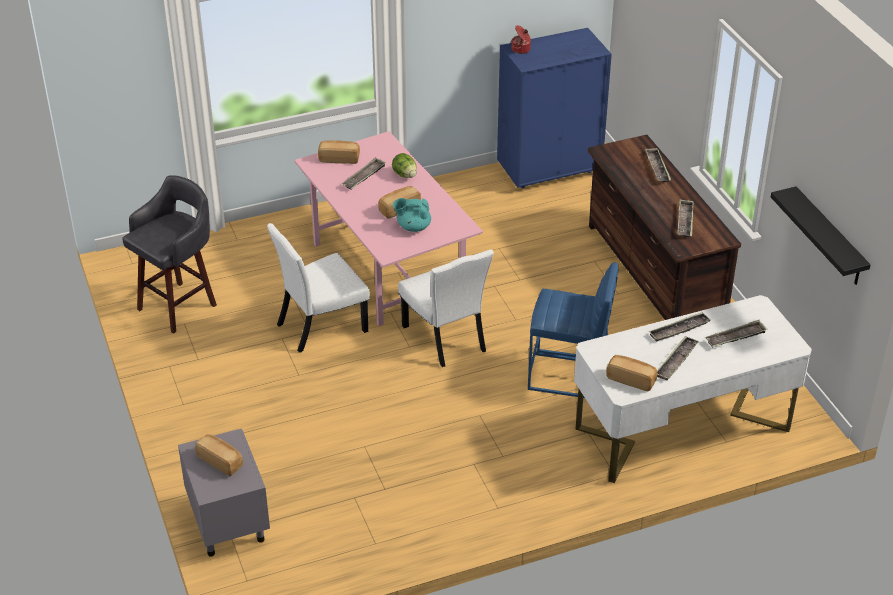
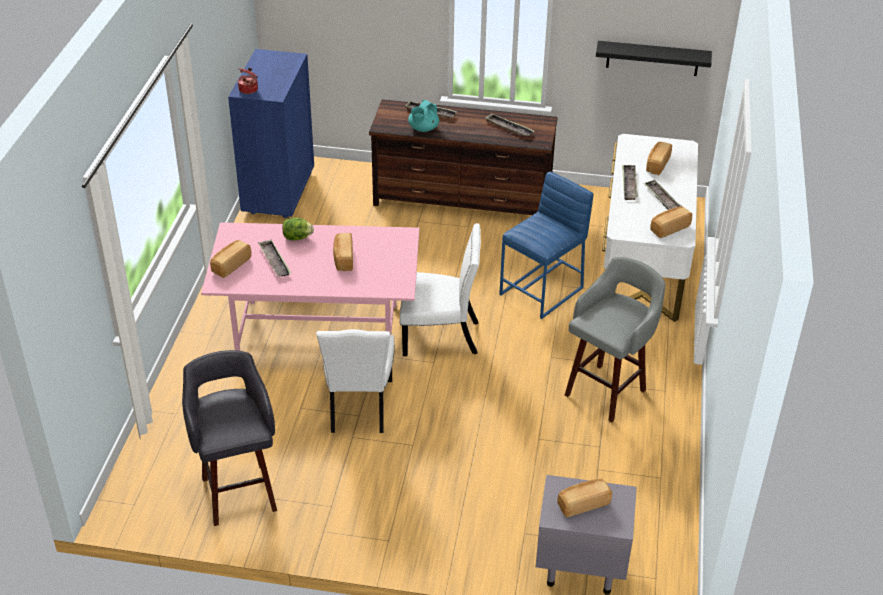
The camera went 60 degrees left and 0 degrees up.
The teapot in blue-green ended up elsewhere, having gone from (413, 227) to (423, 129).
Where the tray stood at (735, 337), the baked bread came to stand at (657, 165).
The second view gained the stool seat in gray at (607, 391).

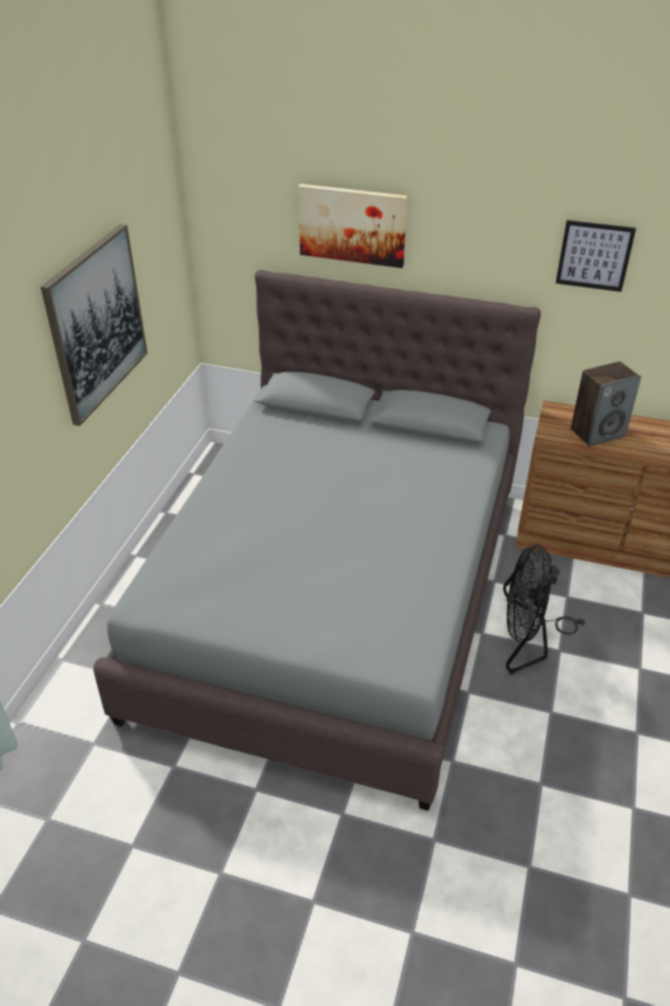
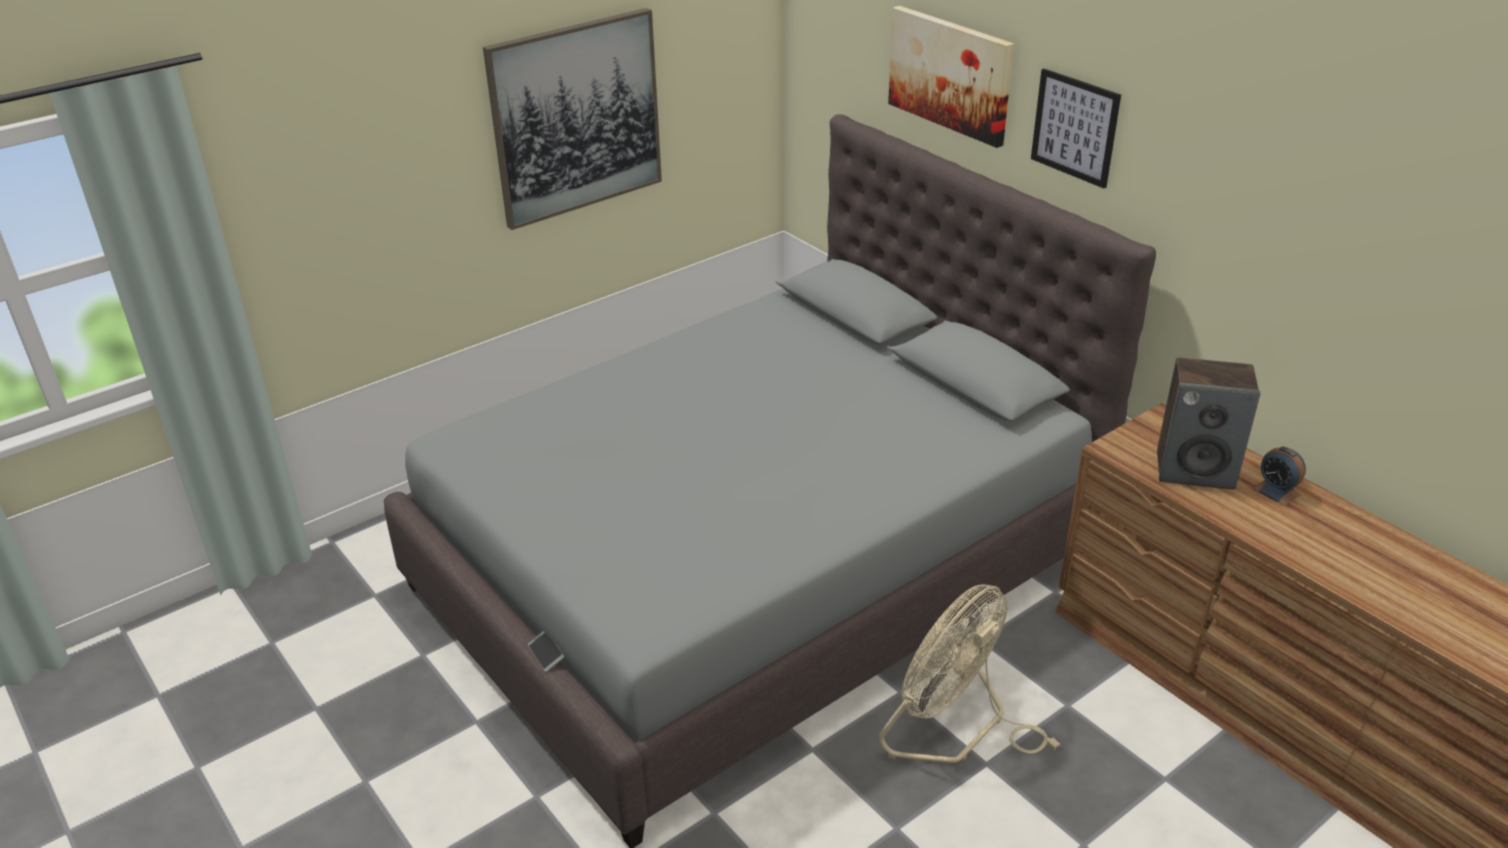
The camera went 35 degrees right and 5 degrees down.
The wall picture ended up elsewhere, having gone from (594, 256) to (1075, 127).
What was the cooling fan in blackish at (529, 634) turned into the cooling fan in beige at (964, 724).
The second view gained the table clock at (1276, 491).
The second view gained the phone at (546, 654).

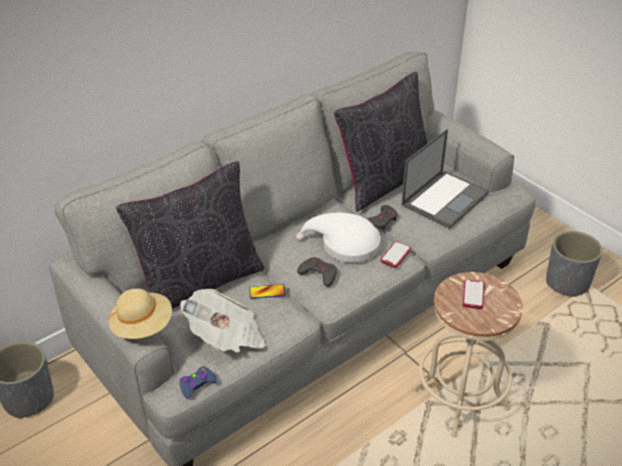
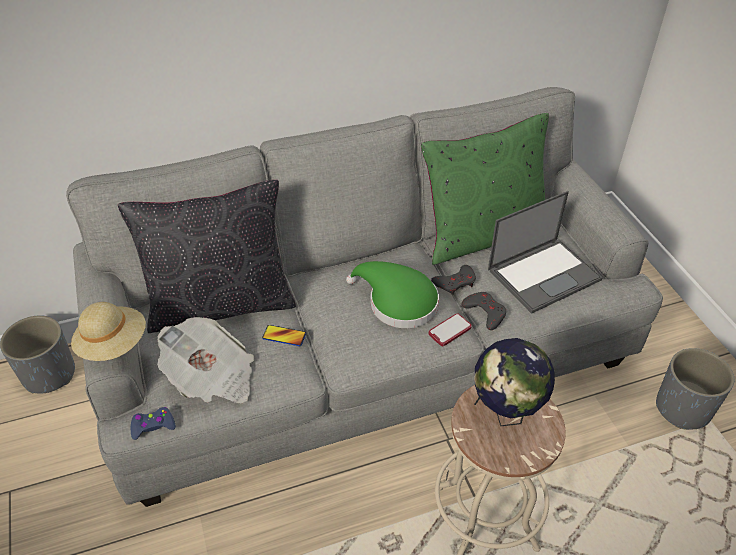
The camera went 20 degrees right and 5 degrees up.
What was the cushion in blackish at (384, 181) turned into the cushion in green at (483, 235).
What was the clothing hat in white-coloured at (345, 245) turned into the clothing hat in green at (397, 302).
The gamepad in gray ended up elsewhere, having gone from (318, 274) to (485, 312).
Where the phone stood at (473, 295), the globe came to stand at (506, 413).

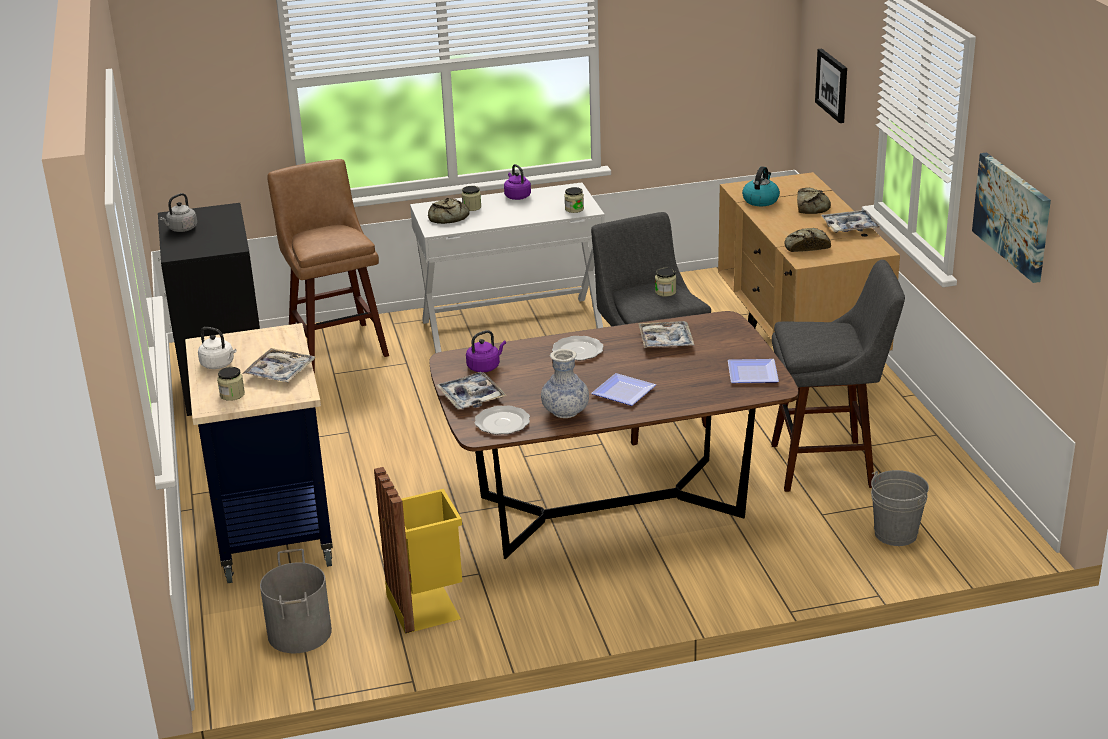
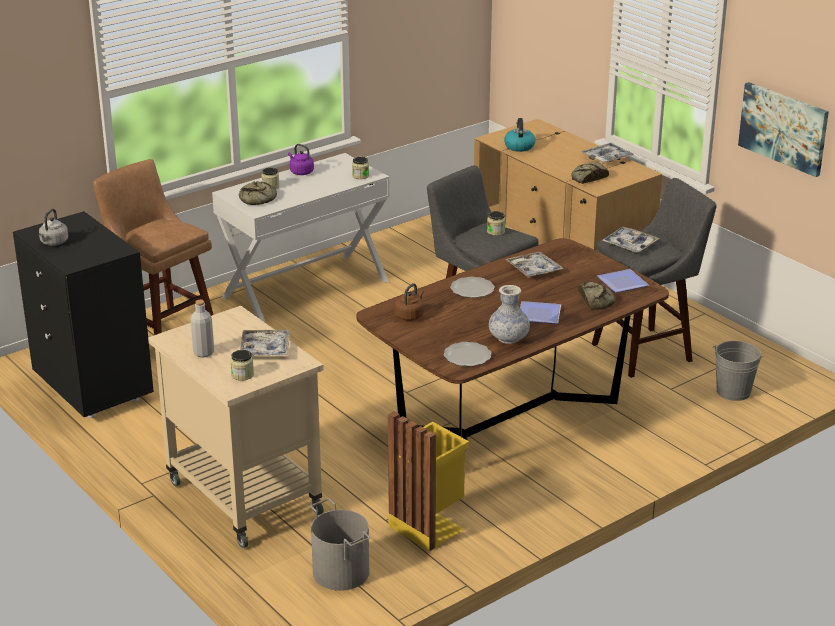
The camera went 25 degrees left and 0 degrees up.
The second view lost the wall picture at (833, 85).
The baked bread ended up elsewhere, having gone from (811, 206) to (595, 300).
What was the wheeled cart in bluish at (272, 531) turned into the wheeled cart in beige at (243, 497).
Where the tea kettle in white-coloured stood at (219, 364), the beverage bottle in gray came to stand at (203, 353).
What was the tea kettle in purplish at (485, 367) turned into the tea kettle in brownish at (410, 315).
The tray ended up elsewhere, having gone from (471, 397) to (630, 245).

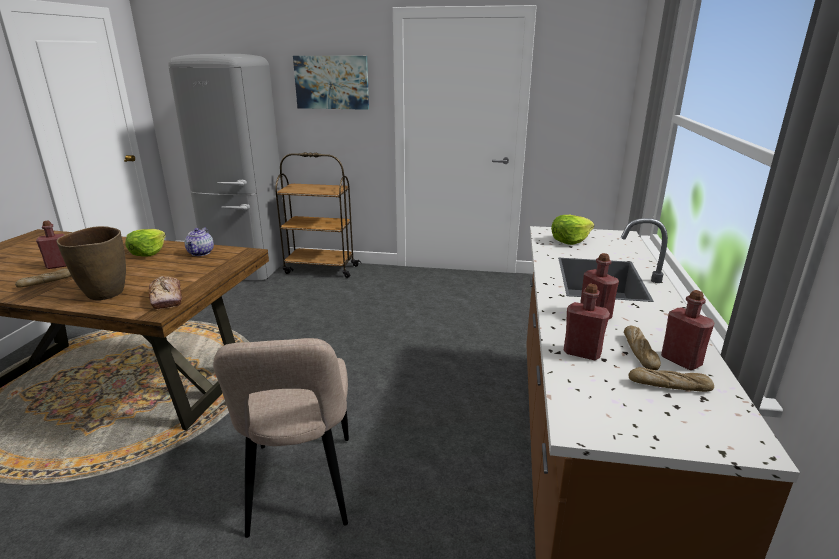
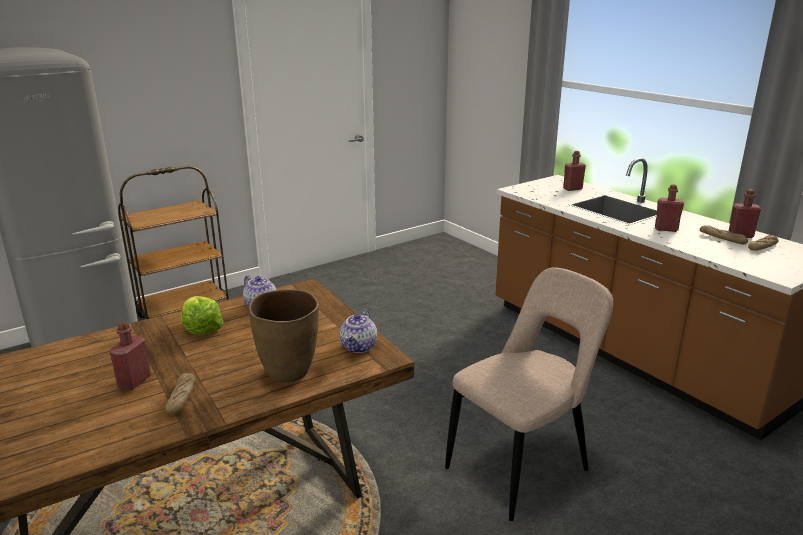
The camera went 45 degrees left and 0 degrees up.
The second view lost the wall picture at (332, 82).
The second view lost the lettuce head at (570, 241).
Where the baked bread stood at (167, 298), the teapot came to stand at (359, 347).
The beverage bottle in red-coloured ended up elsewhere, having gone from (582, 353) to (572, 189).
The plain chair in beige at (300, 489) ended up facing another way, 75 degrees counterclockwise from before.

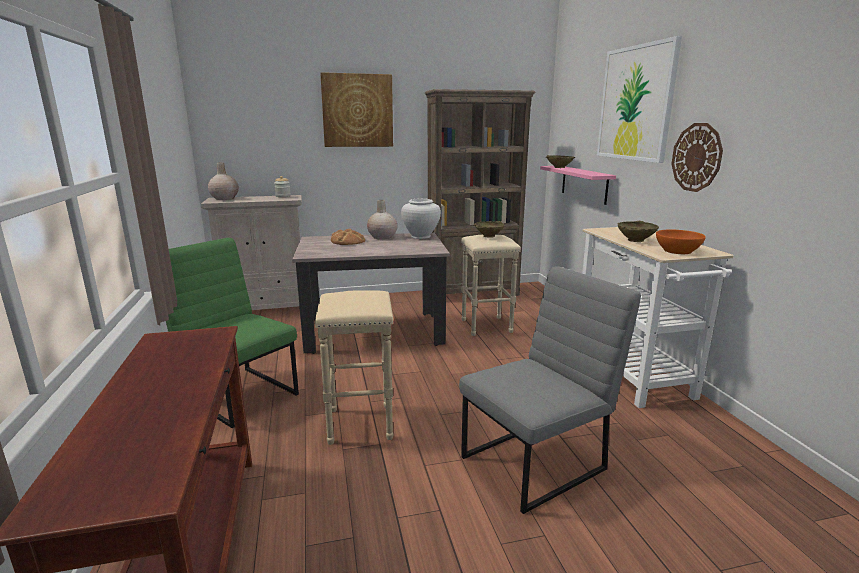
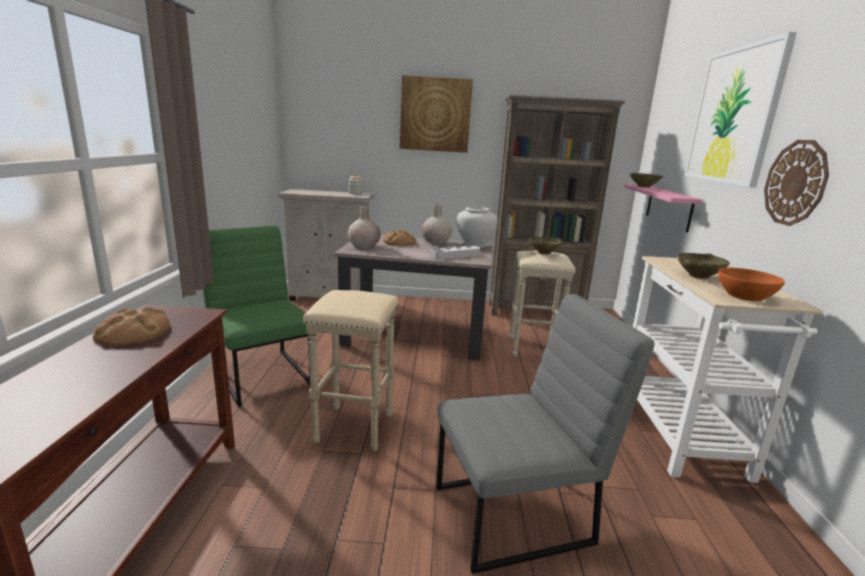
The camera went 15 degrees right and 0 degrees up.
The flower vase in beige ended up elsewhere, having gone from (224, 198) to (364, 246).
The second view gained the tray in gray at (456, 255).
The second view gained the baked bread at (133, 332).

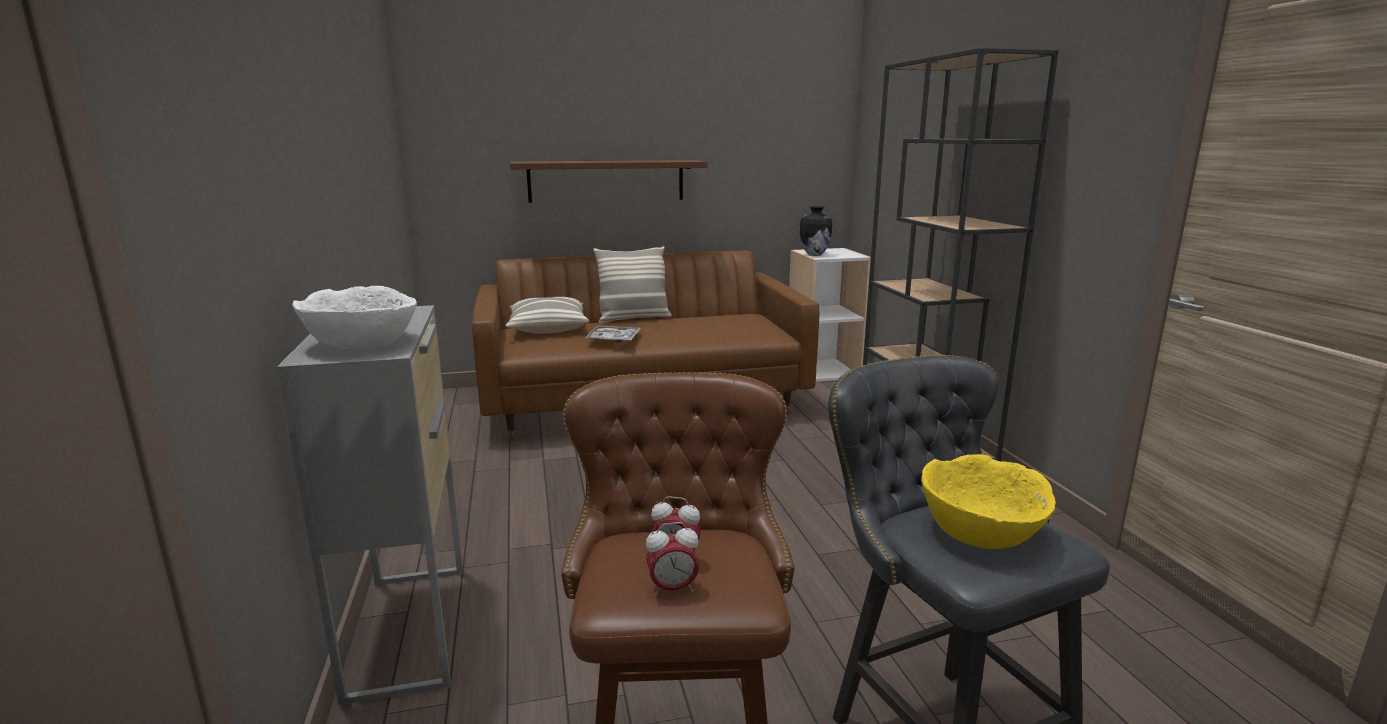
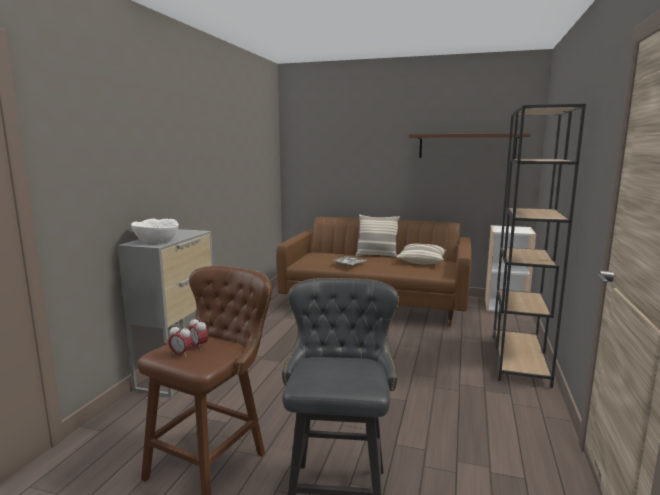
The camera went 30 degrees right and 5 degrees down.
The bracket shelf in brownish ended up elsewhere, having gone from (606, 181) to (466, 146).
The second view lost the flower vase at (814, 254).
The cushion ended up elsewhere, having gone from (547, 328) to (421, 261).
The second view lost the deep dish in yellow-coloured at (982, 531).

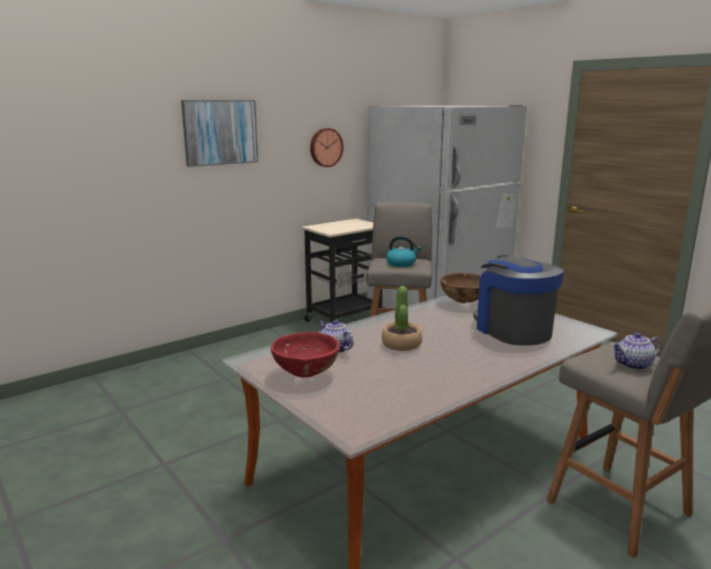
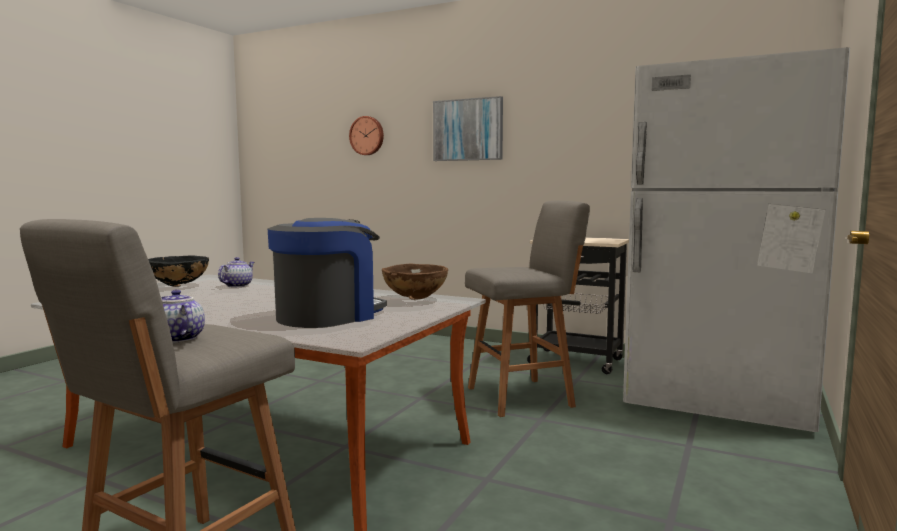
The camera went 65 degrees right and 10 degrees down.
The clock on the wall ended up elsewhere, having gone from (325, 147) to (367, 136).
The second view lost the tea kettle at (401, 264).
The second view lost the houseplant at (401, 344).
What was the deep dish in red-coloured at (306, 374) turned into the deep dish in blackish at (179, 286).

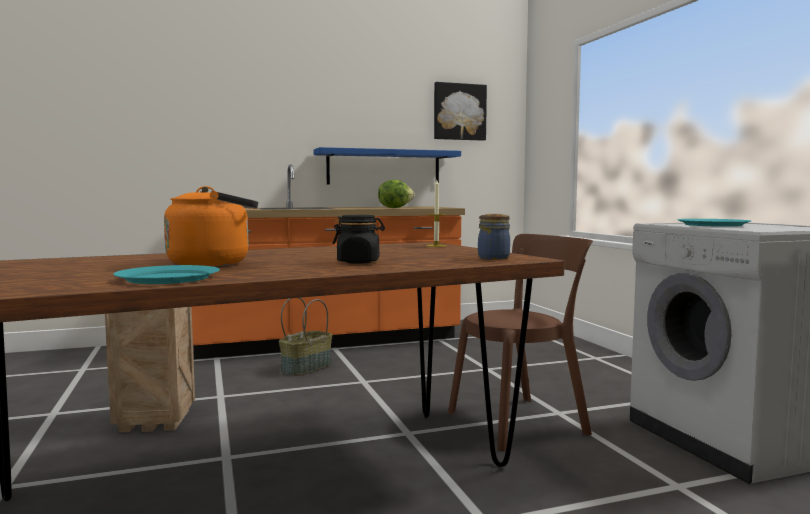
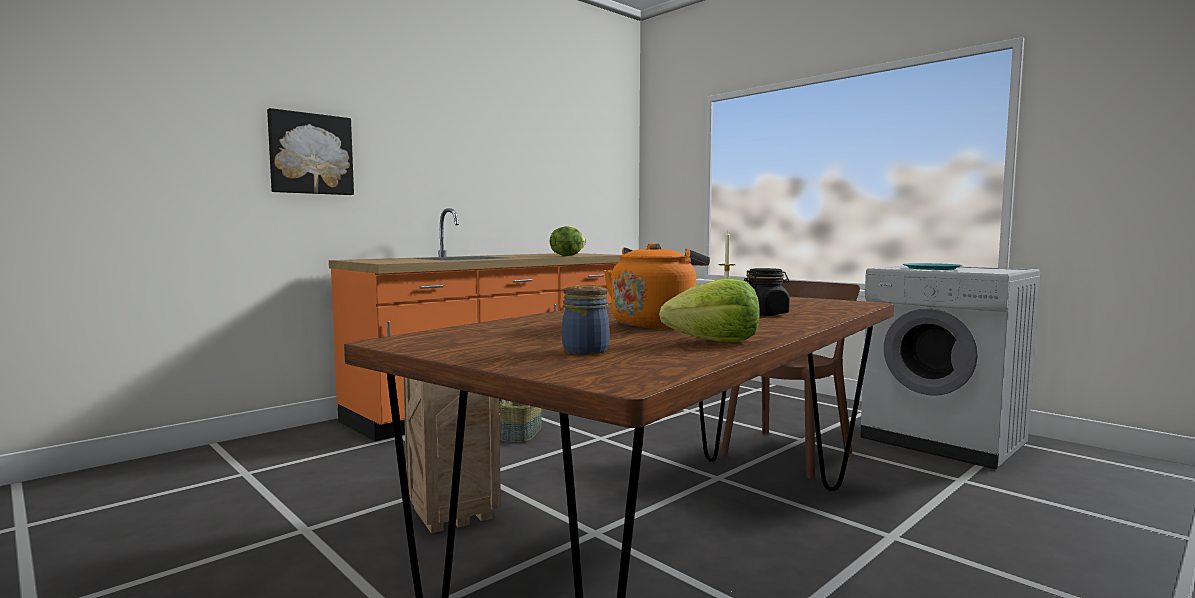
The camera went 25 degrees left and 0 degrees up.
The wall picture ended up elsewhere, having gone from (459, 112) to (310, 154).
The second view lost the bracket shelf in bluish at (384, 167).
The storage jar ended up elsewhere, having gone from (495, 258) to (587, 350).
Where the flat dish in blue-green stood at (168, 278), the lettuce head came to stand at (715, 342).

